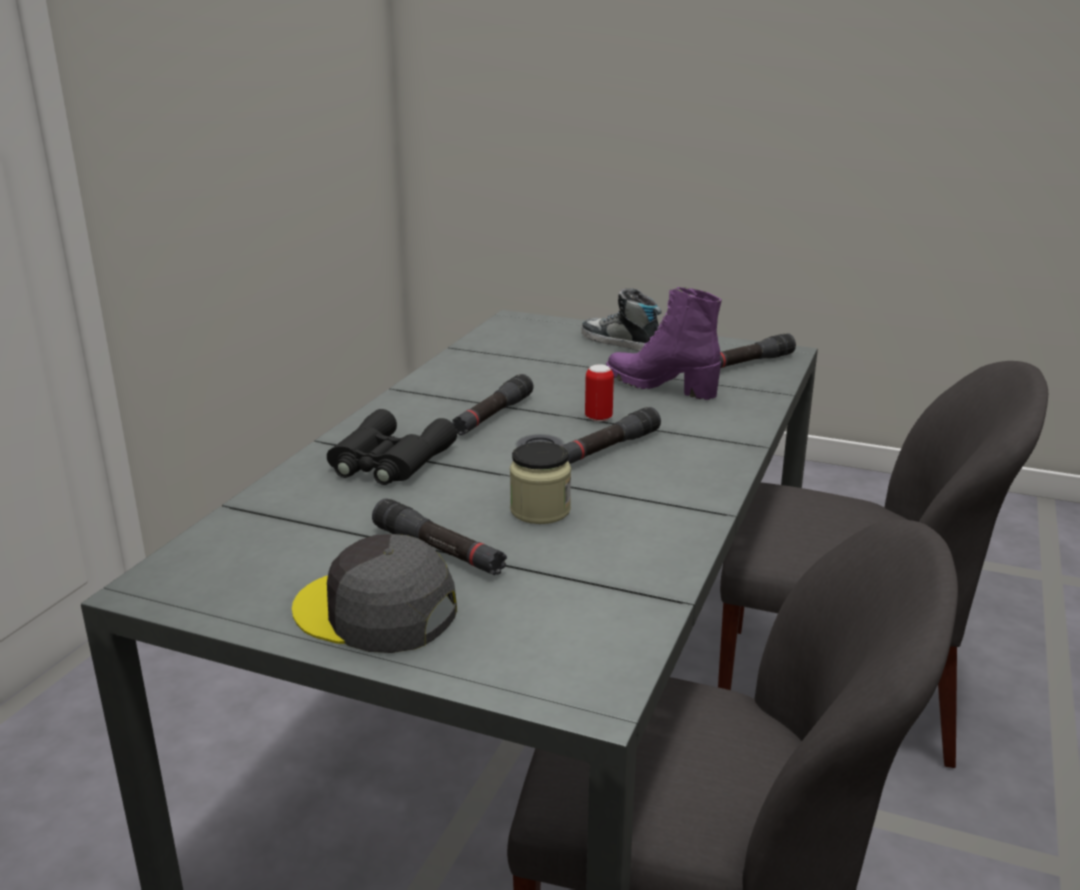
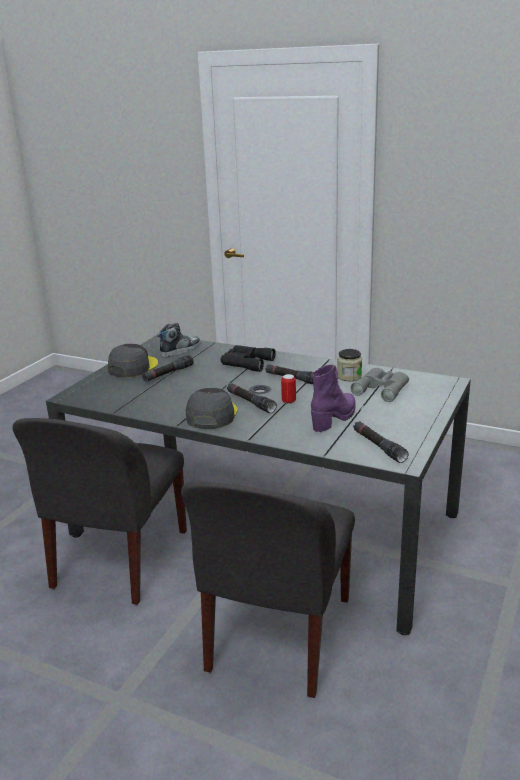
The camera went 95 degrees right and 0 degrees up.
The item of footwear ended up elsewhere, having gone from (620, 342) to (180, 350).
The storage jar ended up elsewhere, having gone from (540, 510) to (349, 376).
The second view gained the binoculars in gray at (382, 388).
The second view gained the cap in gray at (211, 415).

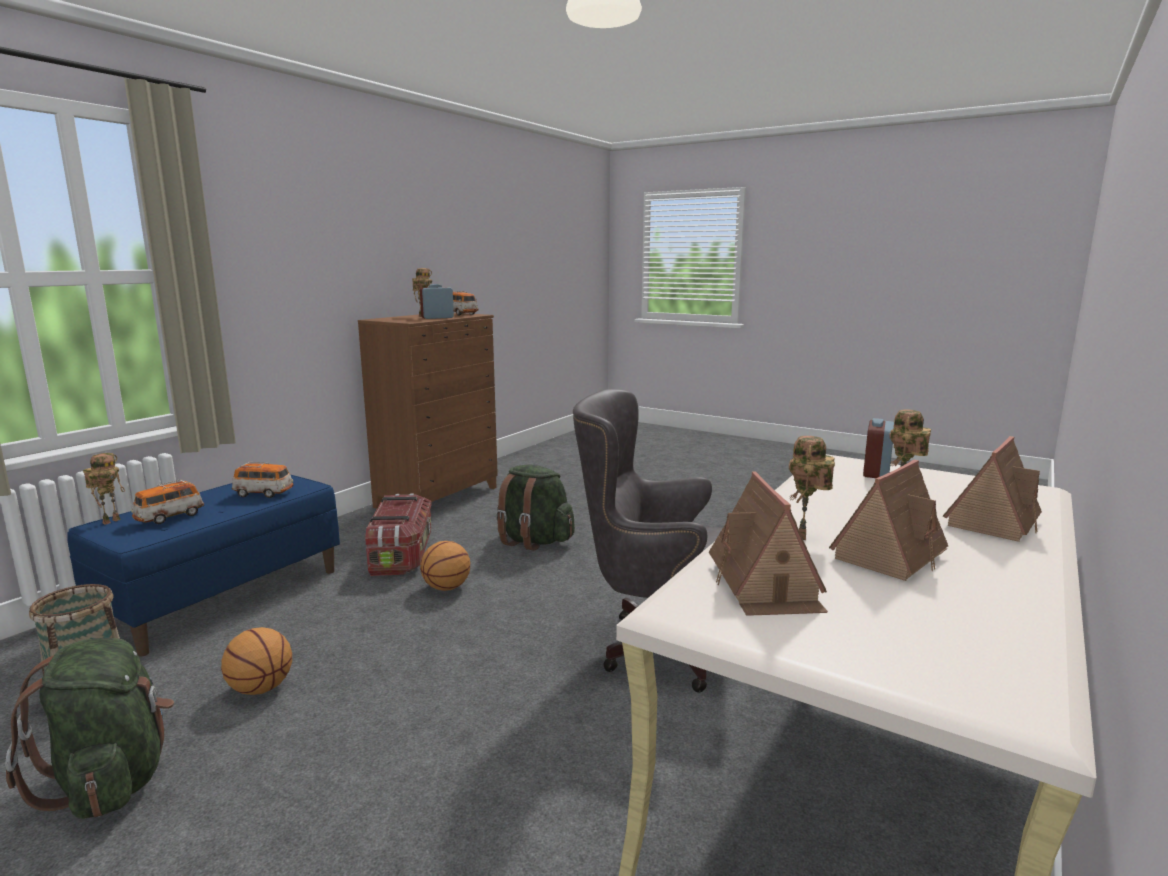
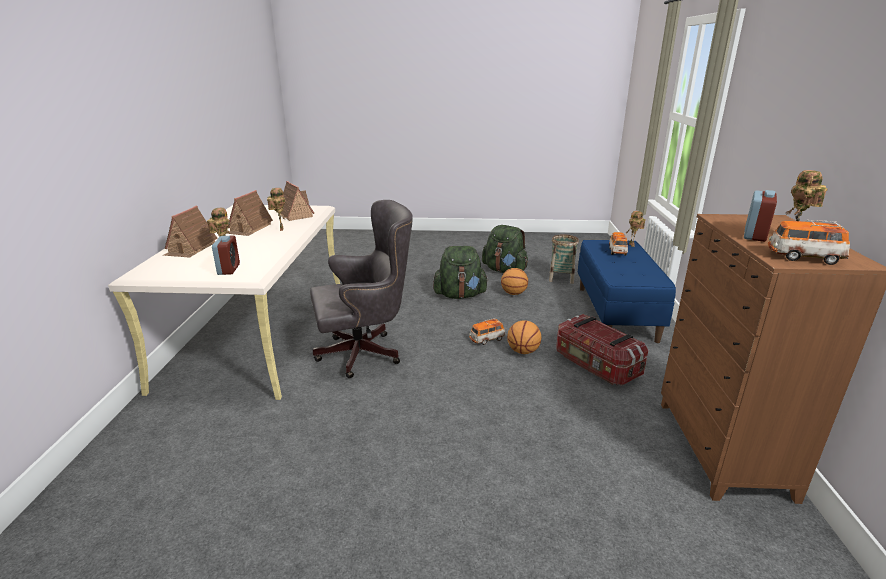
The camera went 150 degrees right and 10 degrees up.
The model car ended up elsewhere, having gone from (264, 493) to (487, 339).
The backpack in green ended up elsewhere, having gone from (533, 541) to (460, 295).

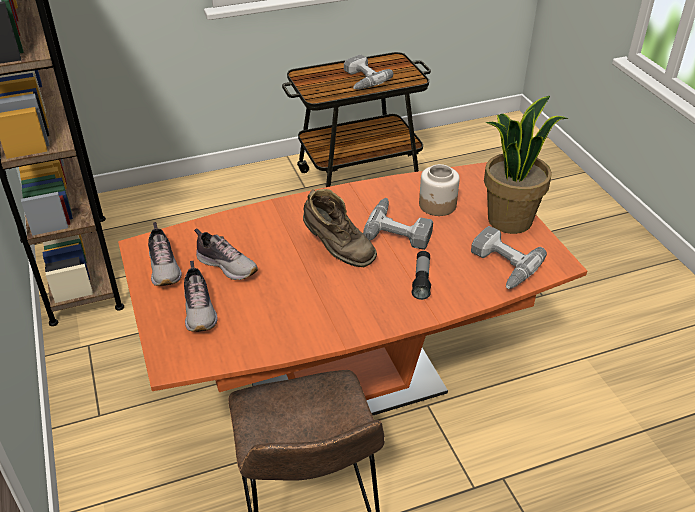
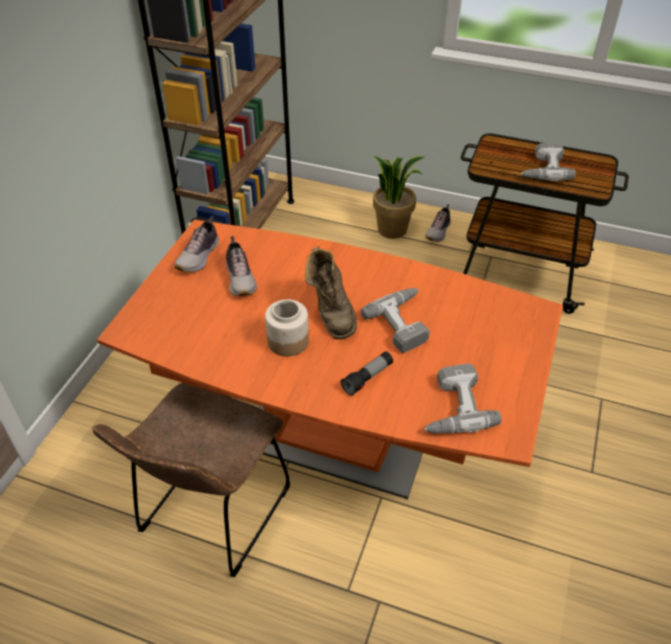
The camera went 40 degrees right and 5 degrees up.
The houseplant ended up elsewhere, having gone from (509, 219) to (392, 229).
The storage jar ended up elsewhere, having gone from (437, 205) to (287, 342).
The item of footwear ended up elsewhere, having gone from (200, 310) to (438, 232).

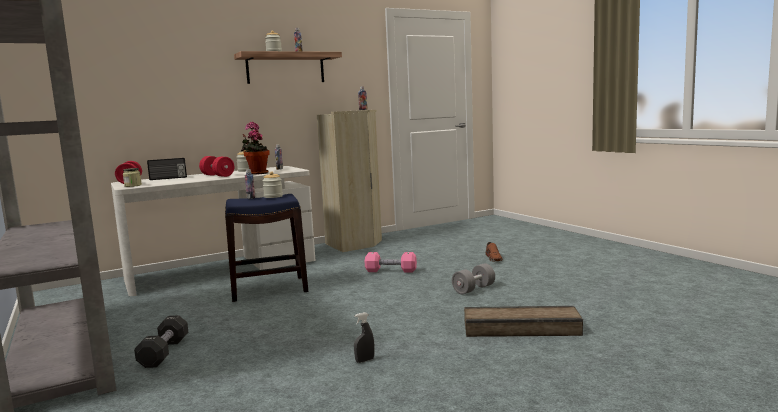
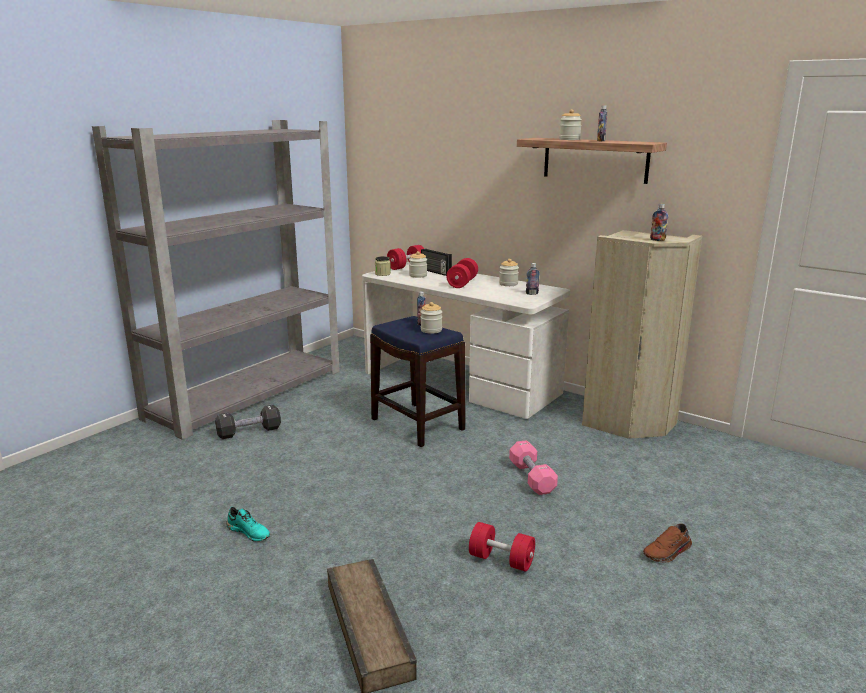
The camera went 65 degrees right and 10 degrees up.
The second view lost the houseplant at (257, 173).
What was the free weight in gray at (473, 289) turned into the free weight in red-coloured at (501, 560).
Where the spray bottle in gray stood at (365, 360), the item of footwear in blue-green came to stand at (249, 532).
The second view gained the storage jar at (418, 275).

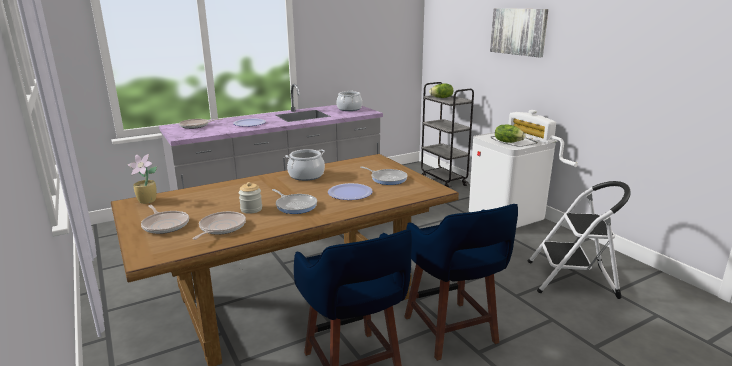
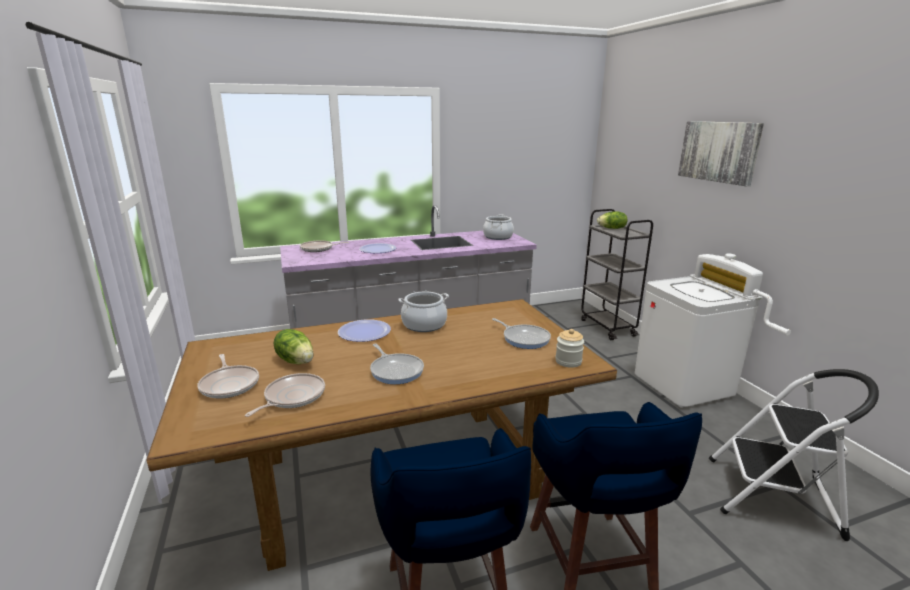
The camera went 10 degrees right and 0 degrees up.
The lettuce head ended up elsewhere, having gone from (508, 142) to (296, 360).
The second view lost the houseplant at (148, 201).
The storage jar ended up elsewhere, having gone from (251, 209) to (568, 361).
The flat dish ended up elsewhere, having gone from (350, 193) to (364, 332).

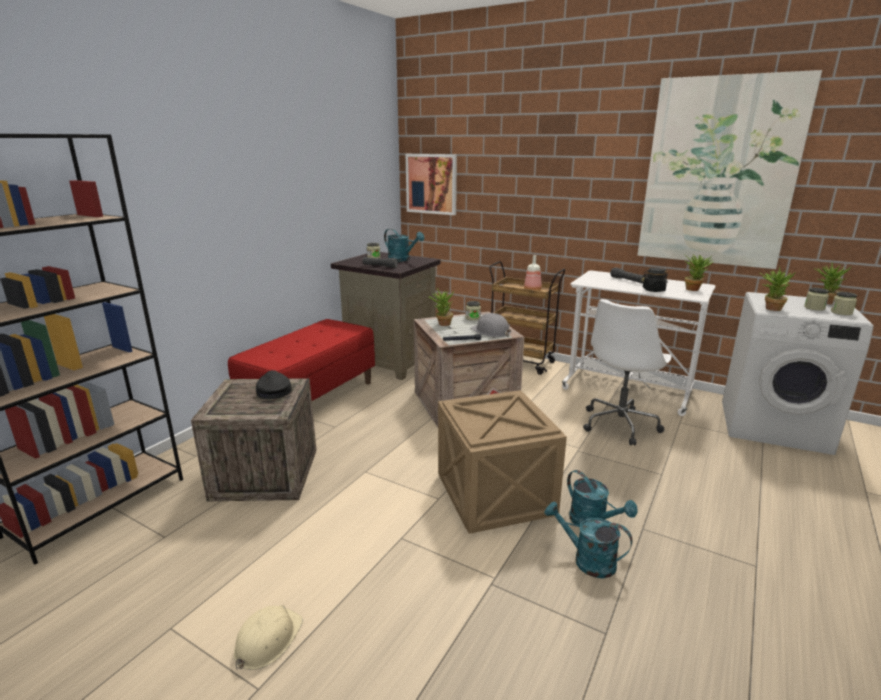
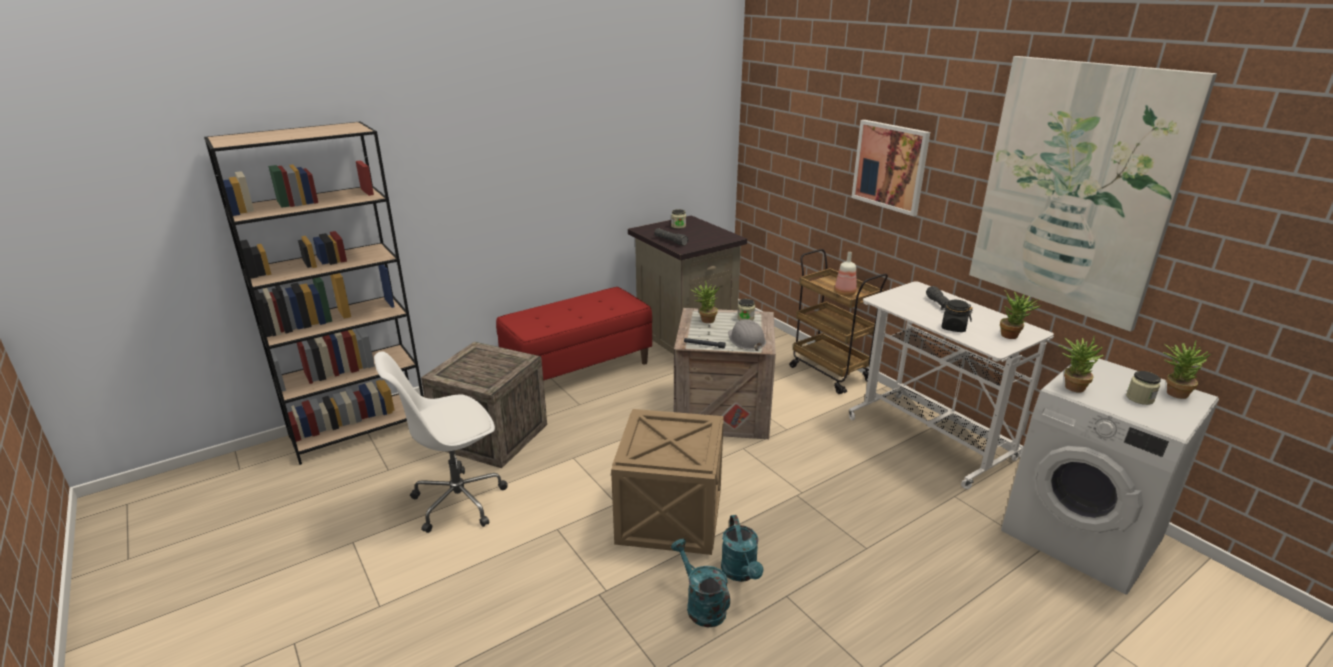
The camera went 25 degrees right and 5 degrees up.
The wall picture ended up elsewhere, having gone from (431, 184) to (890, 166).
The second view lost the watering can in blue-green at (402, 260).
The second view lost the storage jar at (841, 312).
The office chair in white-coloured ended up elsewhere, having gone from (618, 426) to (456, 502).
The second view lost the cap in blackish at (273, 391).
The second view lost the safety helmet in beige at (267, 640).

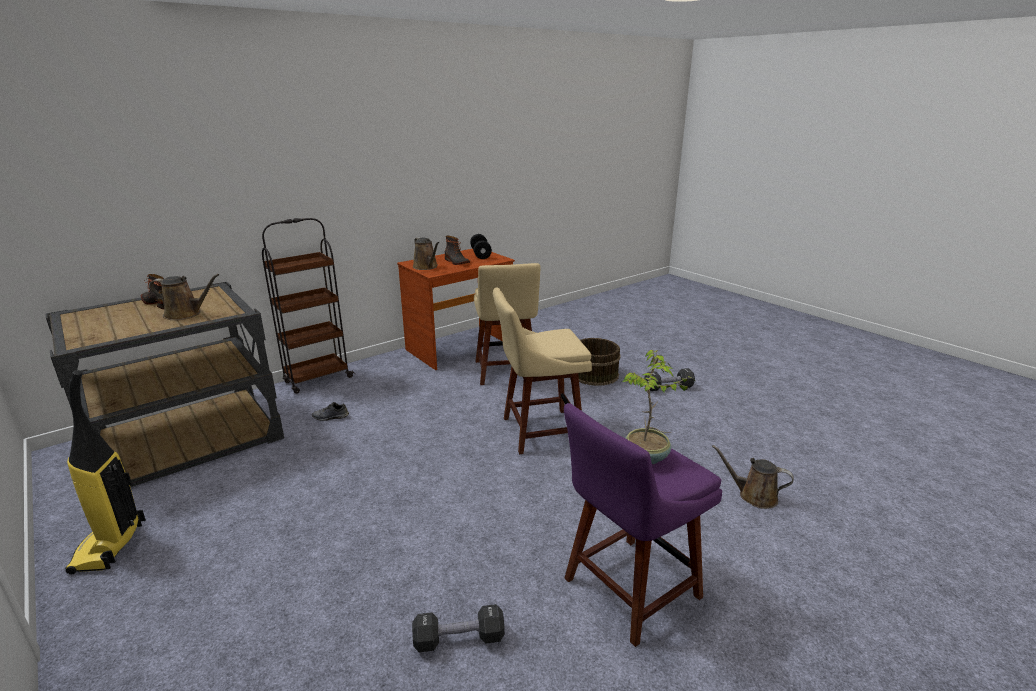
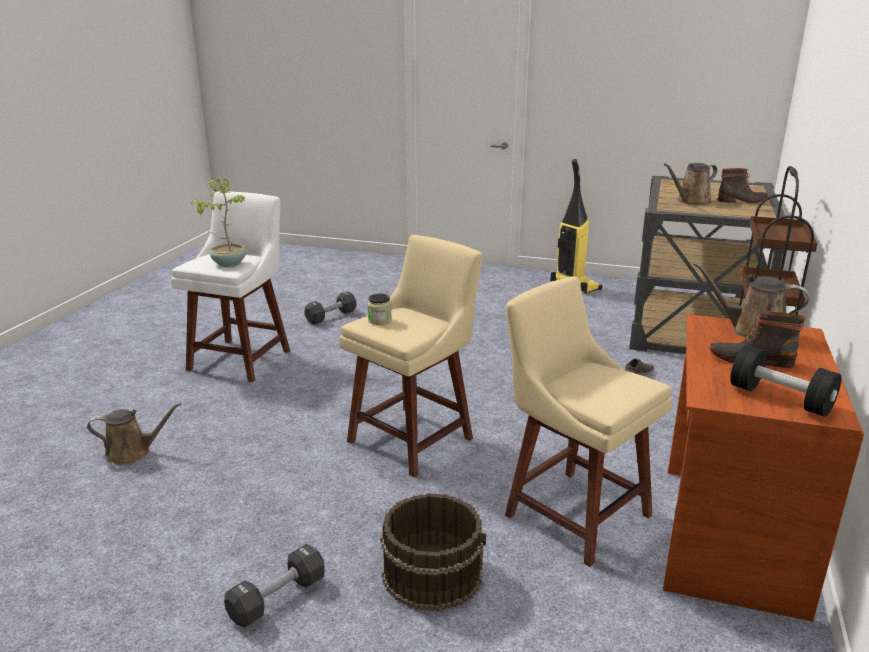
The camera went 145 degrees right and 0 degrees up.
What was the stool seat in purplish at (627, 590) turned into the stool seat in white-coloured at (242, 358).
The second view gained the storage jar at (379, 320).

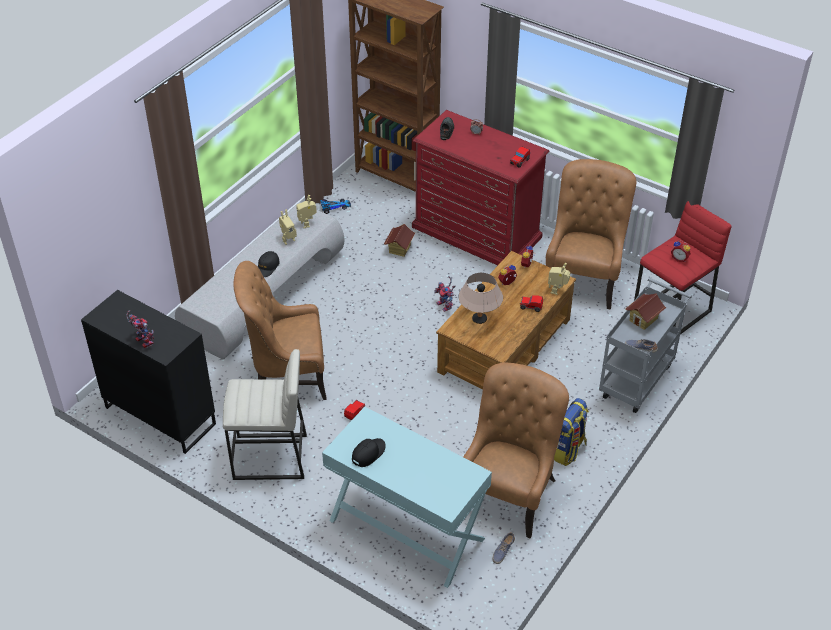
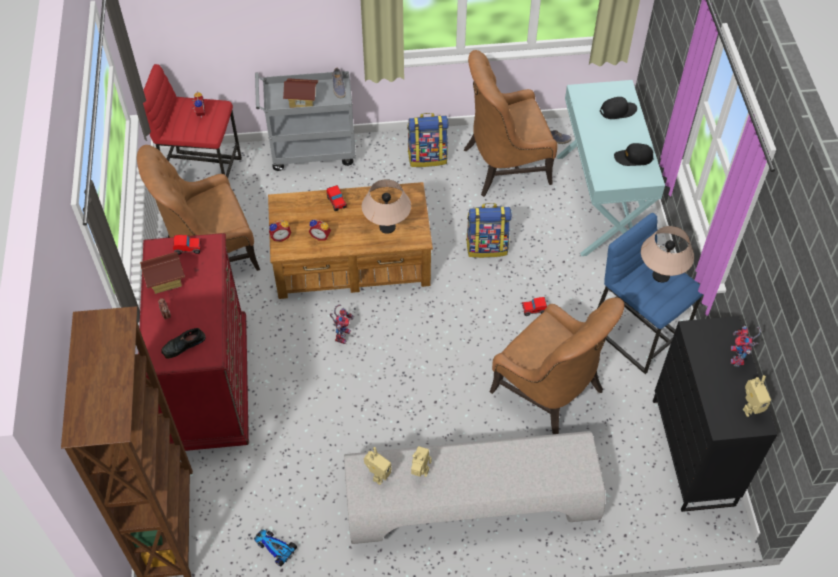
The camera went 130 degrees left and 10 degrees up.
The model house ended up elsewhere, having gone from (399, 248) to (166, 281).
The cap in blackish ended up elsewhere, having gone from (267, 267) to (618, 111).
The toy robot ended up elsewhere, having gone from (557, 290) to (750, 408).
What was the stool seat in beige at (270, 457) turned into the stool seat in bluish at (637, 333).
The second view gained the backpack at (487, 246).
The second view gained the lamp for a table in beige at (660, 276).

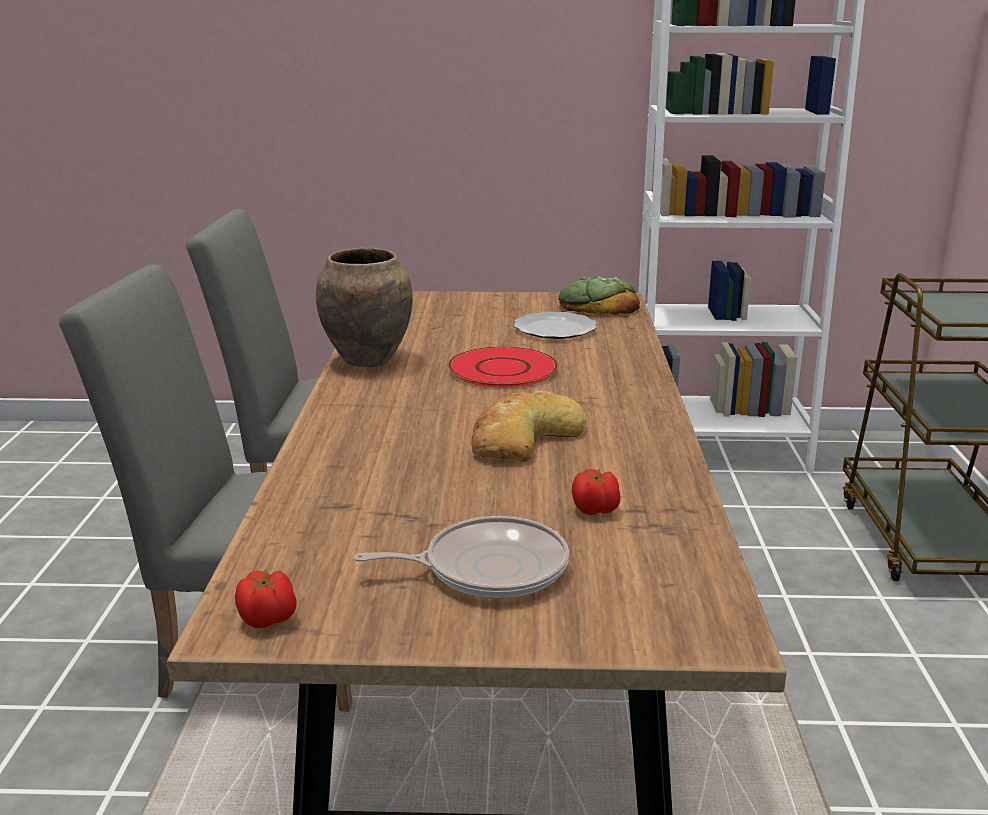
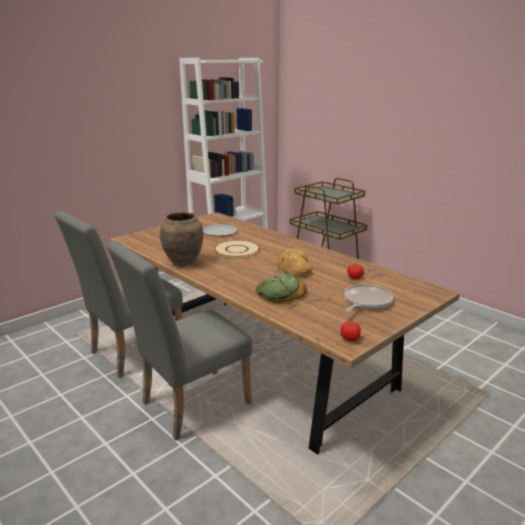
The camera went 45 degrees left and 0 degrees up.
The baked bread ended up elsewhere, having gone from (597, 306) to (280, 293).
What was the flat dish in red-coloured at (503, 370) turned into the flat dish in beige at (237, 250).

